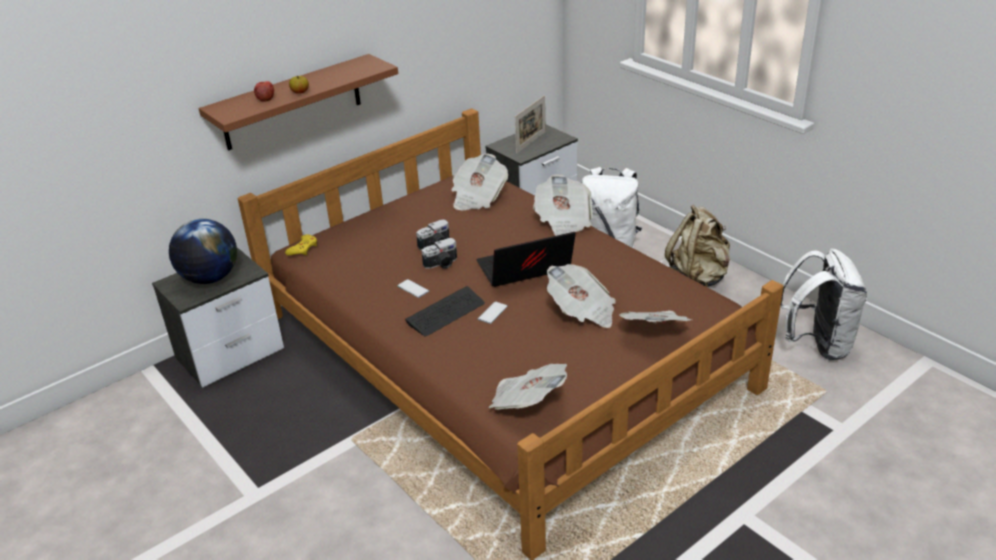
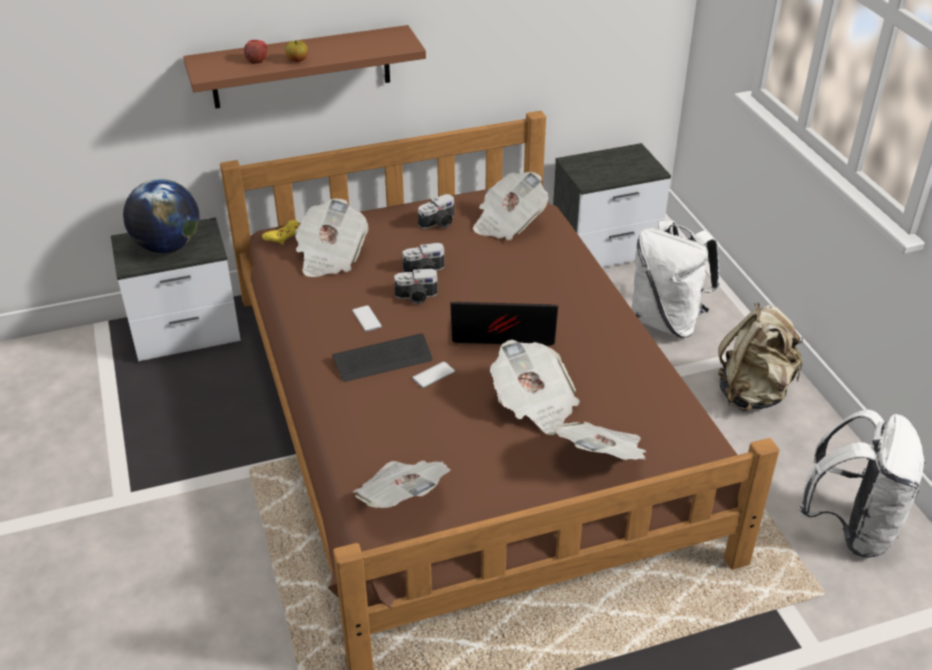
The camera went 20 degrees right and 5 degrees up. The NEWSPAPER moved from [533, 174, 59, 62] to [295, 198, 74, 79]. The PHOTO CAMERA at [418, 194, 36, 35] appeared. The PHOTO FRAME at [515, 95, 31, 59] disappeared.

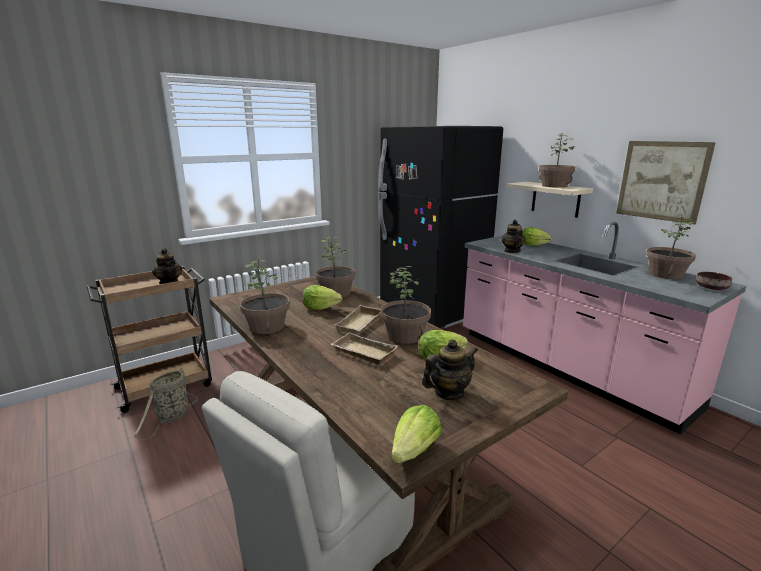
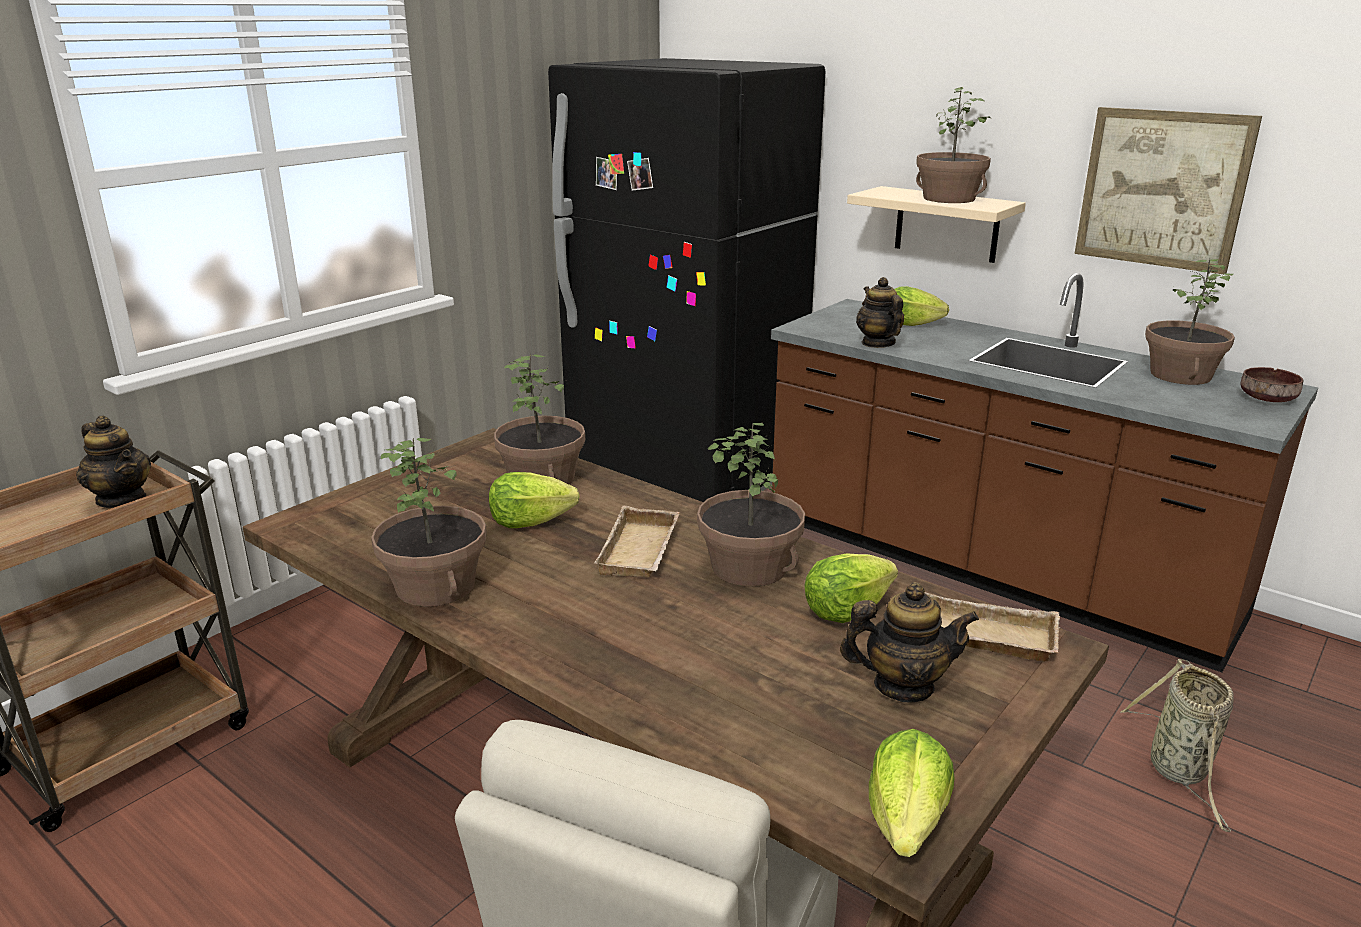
The camera went 15 degrees left and 5 degrees up. The PINK COUNTER at [463, 222, 283, 212] became the BROWNISH COUNTER at [771, 273, 548, 399]. The TEA POT at [422, 339, 56, 61] turned 45 degrees clockwise. The SAND-COLOURED CARRYING TRAY moved from [330, 332, 68, 33] to [925, 592, 135, 70]. The STORAGE BASKET moved from [134, 368, 63, 72] to [1120, 659, 114, 173].

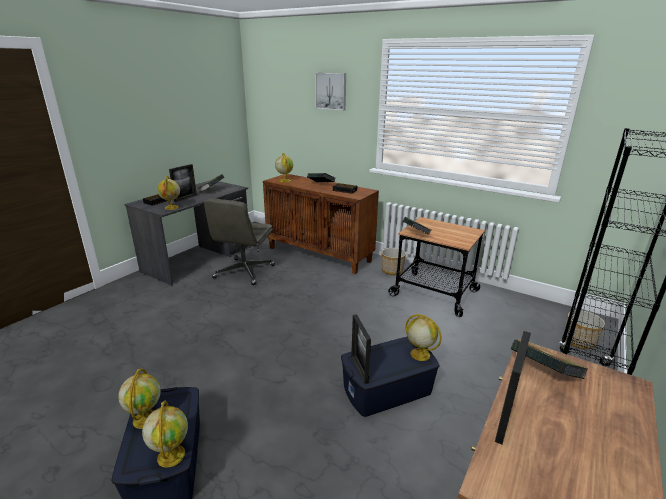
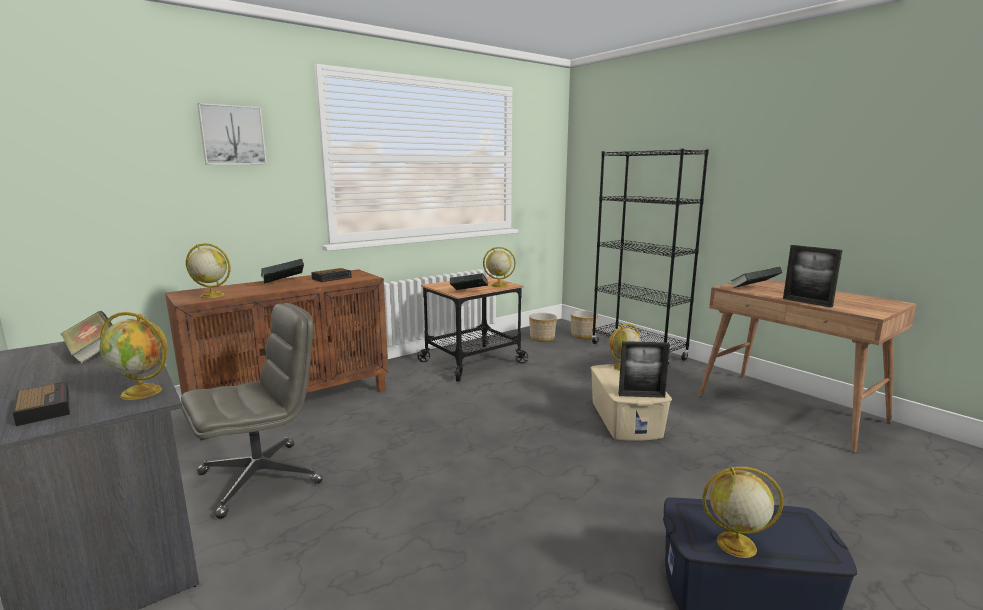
The camera went 70 degrees left and 10 degrees down. The GREYISH COMPUTER CHAIR at [204, 198, 71, 87] turned 75 degrees counterclockwise. The WORLD GLOBE moved from [142, 401, 46, 67] to [483, 247, 33, 40]. The FLOWER POT moved from [381, 248, 25, 27] to [529, 313, 28, 29]. The BLUE STORAGE CONTAINER at [341, 337, 98, 80] became the SAND-COLOURED STORAGE CONTAINER at [591, 364, 81, 77]. The PHOTO FRAME at [169, 164, 28, 38] disappeared.

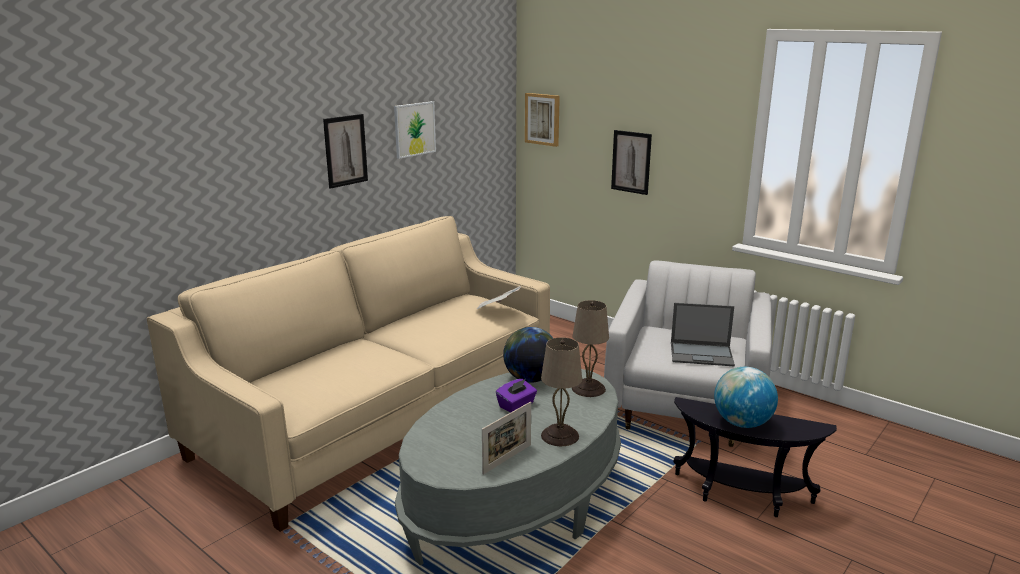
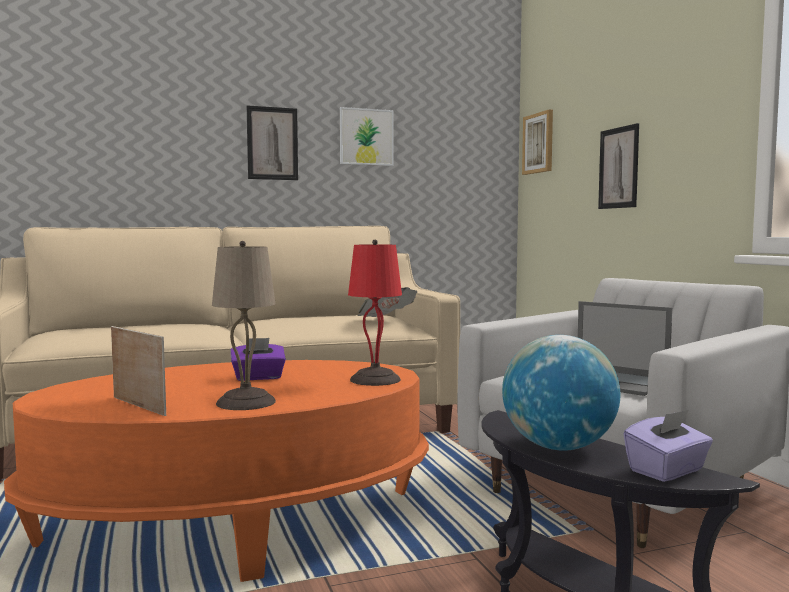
The camera went 30 degrees right and 15 degrees down. The GREYISH LOW TABLE at [395, 369, 226, 196] became the ORANGE LOW TABLE at [4, 360, 425, 222]. The PHOTO FRAME at [482, 401, 49, 74] turned 120 degrees counterclockwise. The SAND-COLOURED TABLE LAMP at [572, 300, 37, 97] became the RED-COLOURED TABLE LAMP at [348, 240, 54, 146]. The PURPLISH TISSUE BOX at [624, 410, 89, 72] appeared. The WORLD GLOBE at [503, 327, 50, 56] disappeared.

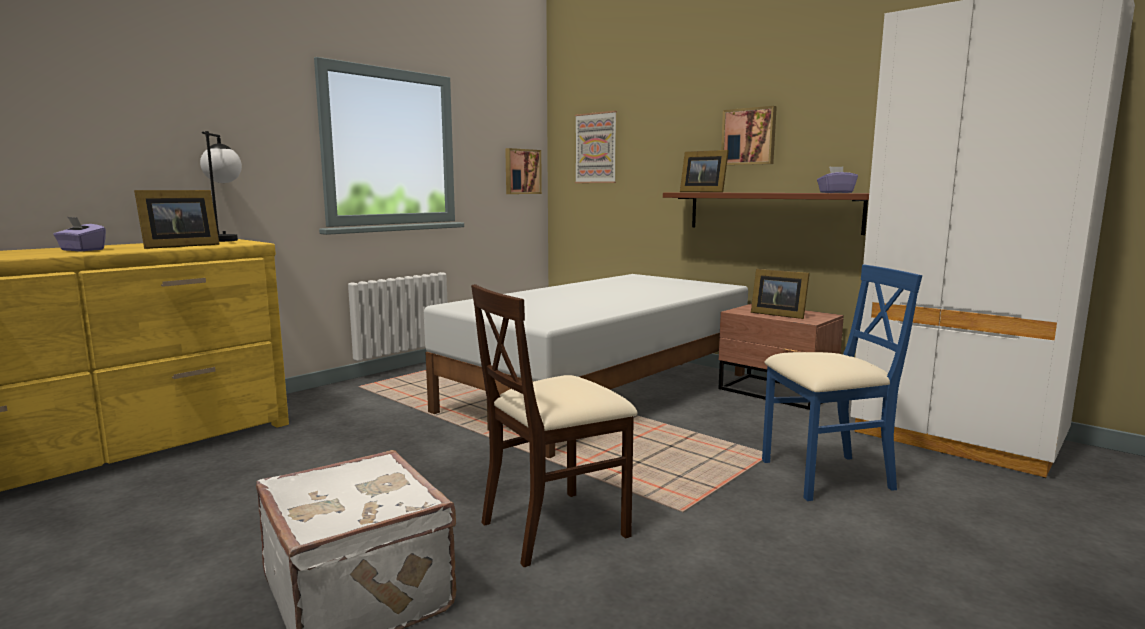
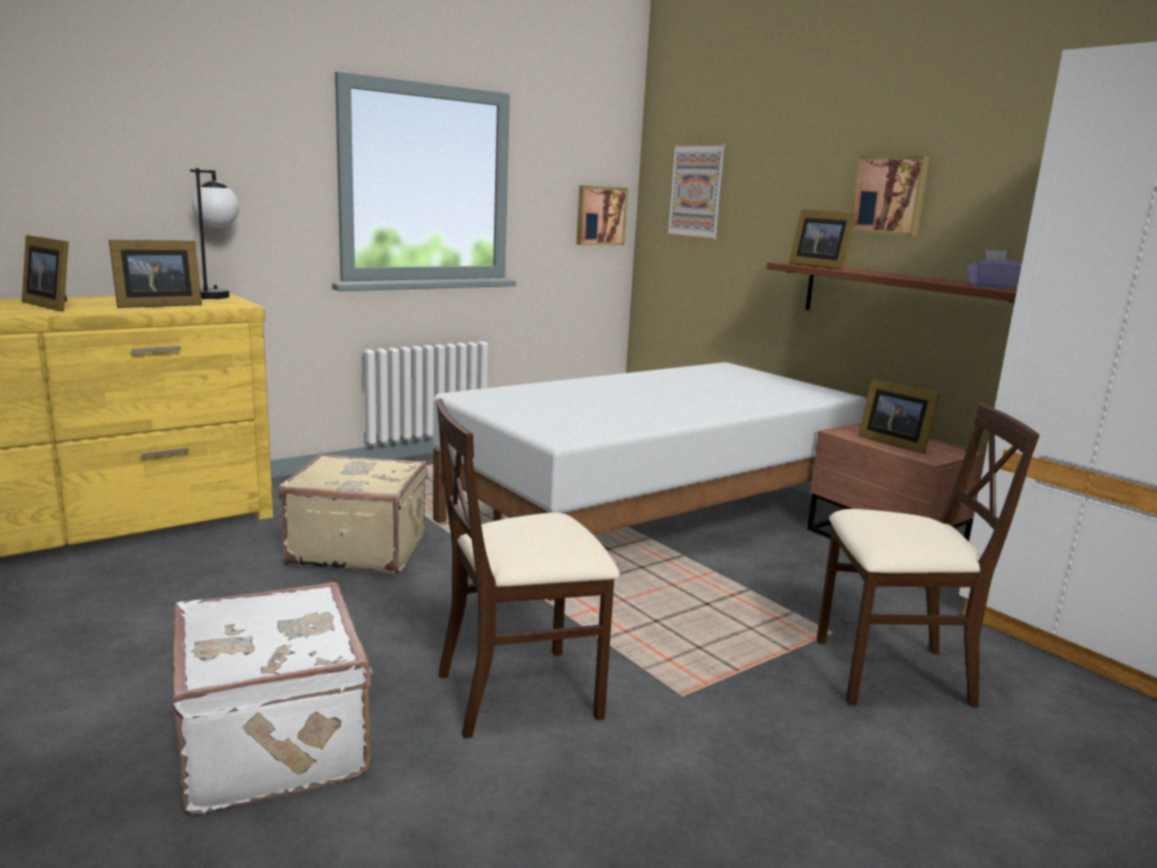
The camera went 10 degrees right and 5 degrees up. The PURPLISH TISSUE BOX at [53, 217, 53, 35] was replaced by the PHOTO FRAME at [22, 235, 47, 77]. The SAND-COLOURED PIECE OF LUGGAGE at [279, 454, 149, 119] appeared. The BLUE PLAIN CHAIR at [762, 264, 160, 237] became the SAND-COLOURED PLAIN CHAIR at [817, 403, 223, 305].

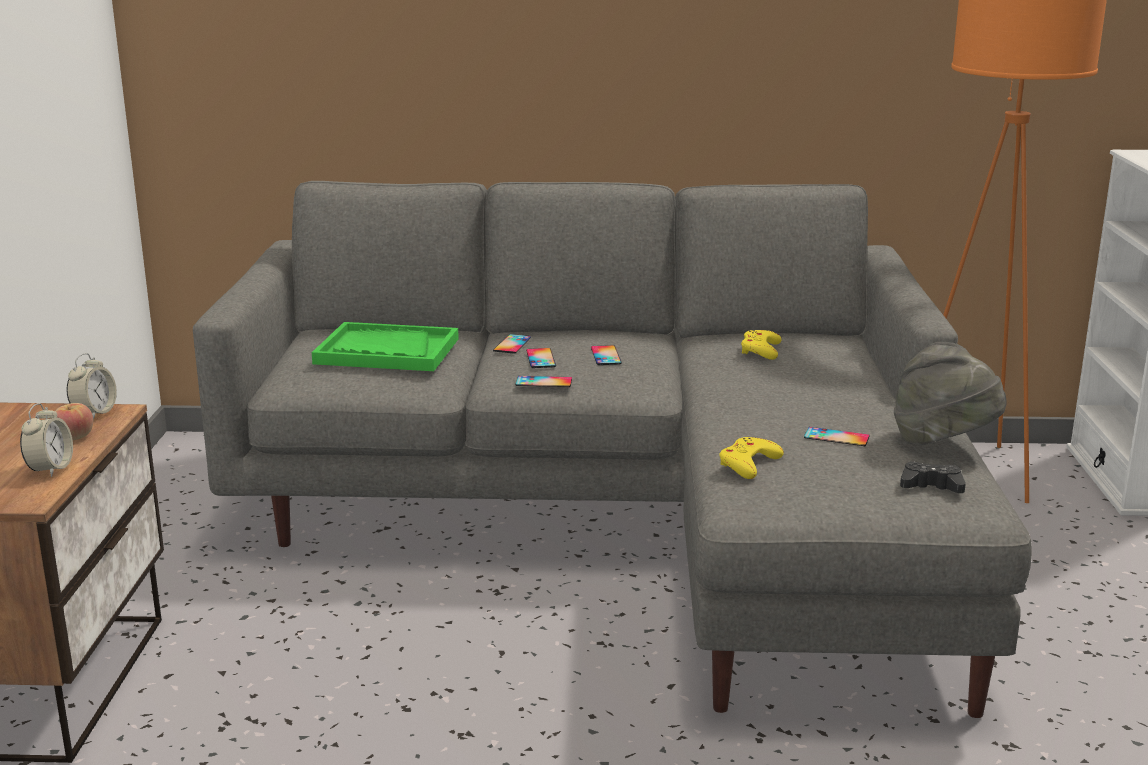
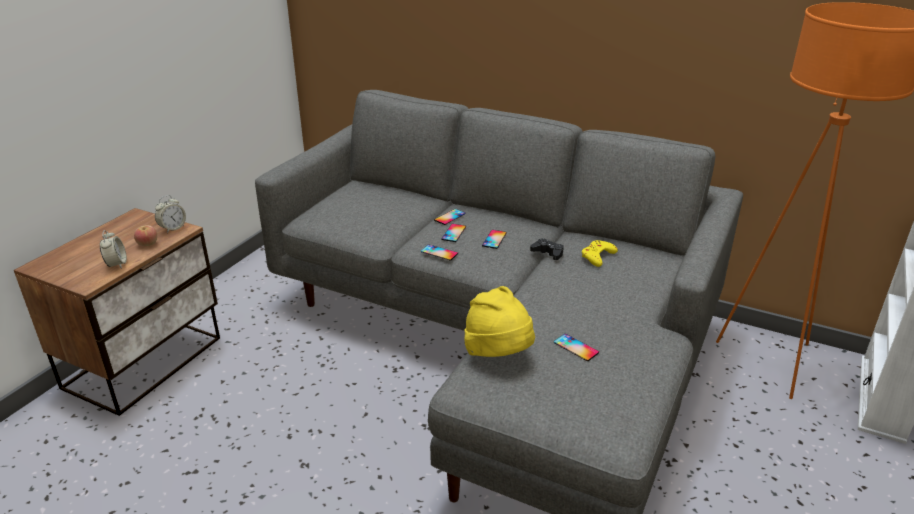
The camera went 25 degrees right and 10 degrees up. The ALARM CLOCK at [20, 403, 53, 74] turned 45 degrees counterclockwise. The YELLOW-COLOURED GAMEPAD at [719, 437, 65, 42] was replaced by the YELLOW-COLOURED WEARABLE HAT at [464, 286, 71, 71]. The BLACK GAMEPAD moved from [900, 461, 66, 32] to [530, 238, 34, 22]. The GREEN CARRYING TRAY at [312, 322, 147, 49] disappeared. The GREYISH WEARABLE HAT at [894, 342, 113, 103] disappeared.

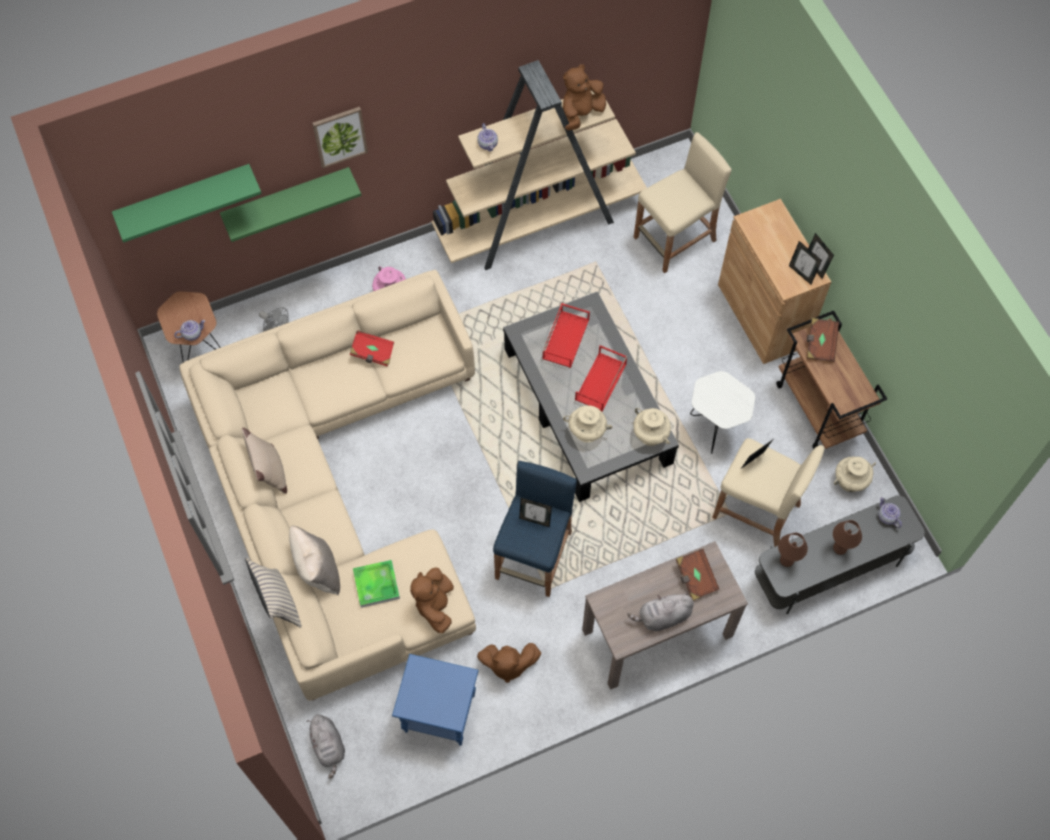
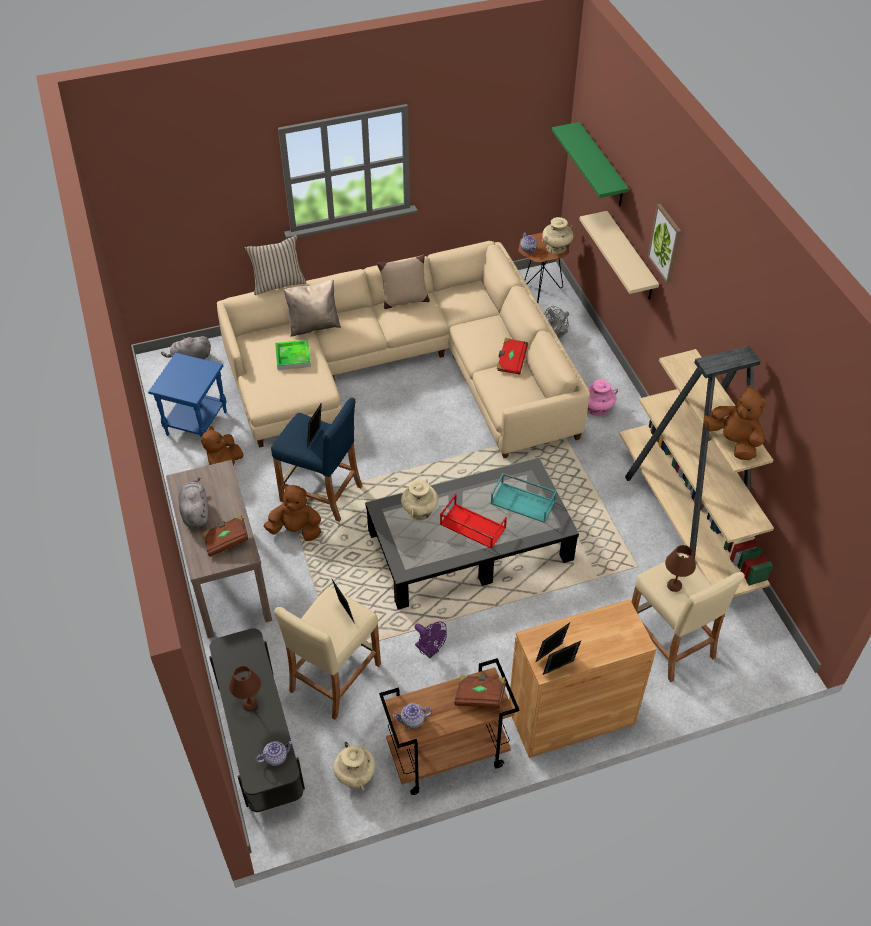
The camera went 95 degrees right and 15 degrees down. The BROWNISH SOFT TOY moved from [410, 568, 44, 65] to [264, 484, 57, 57]. The TEA POT moved from [477, 123, 21, 29] to [393, 703, 40, 26]. The WHITISH ACCENT TABLE at [690, 371, 65, 83] was replaced by the PURPLISH COOLING FAN at [415, 621, 32, 37]. The RED-COLOURED CARRYING TRAY at [542, 303, 48, 65] became the BLUE-GREEN CARRYING TRAY at [491, 473, 66, 50]. The SAND-COLOURED DECORATIVE VASE moved from [633, 408, 38, 38] to [542, 217, 31, 37]. The GREEN SHELF at [220, 167, 141, 75] became the SAND-COLOURED SHELF at [579, 211, 80, 89]. The BROWNISH TABLE LAMP moved from [778, 533, 30, 34] to [665, 545, 31, 47].

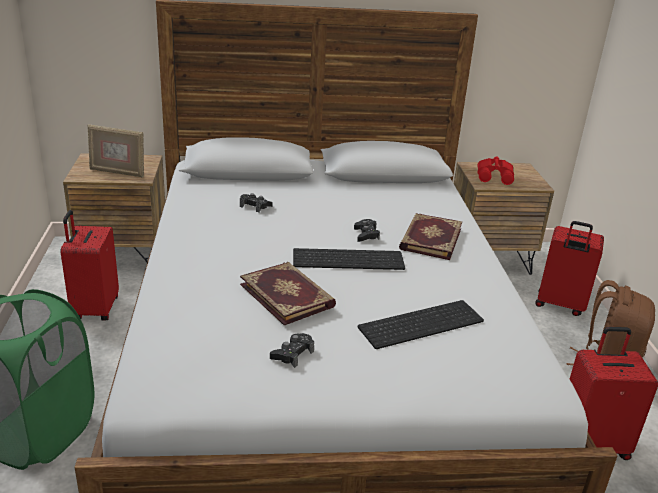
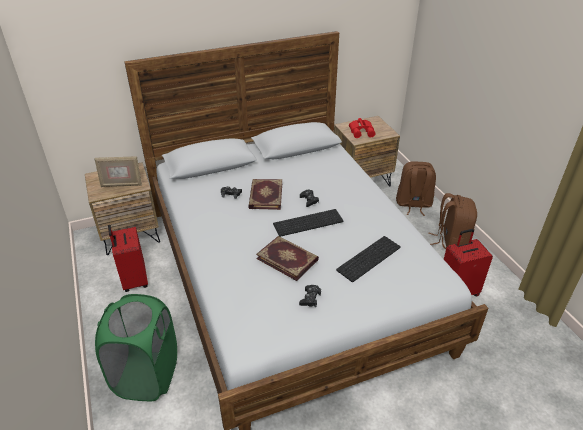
The camera went 15 degrees left and 10 degrees up. The VOLUME moved from [399, 213, 63, 47] to [248, 179, 34, 31]. The RED-COLOURED PIECE OF LUGGAGE at [535, 221, 69, 95] was replaced by the BROWNISH RUCKSACK at [396, 161, 40, 55].

